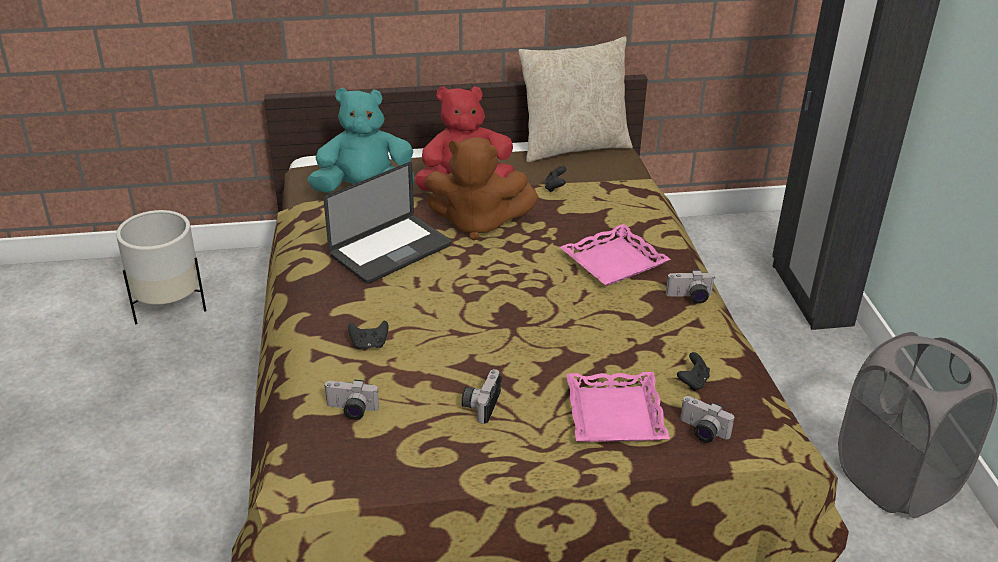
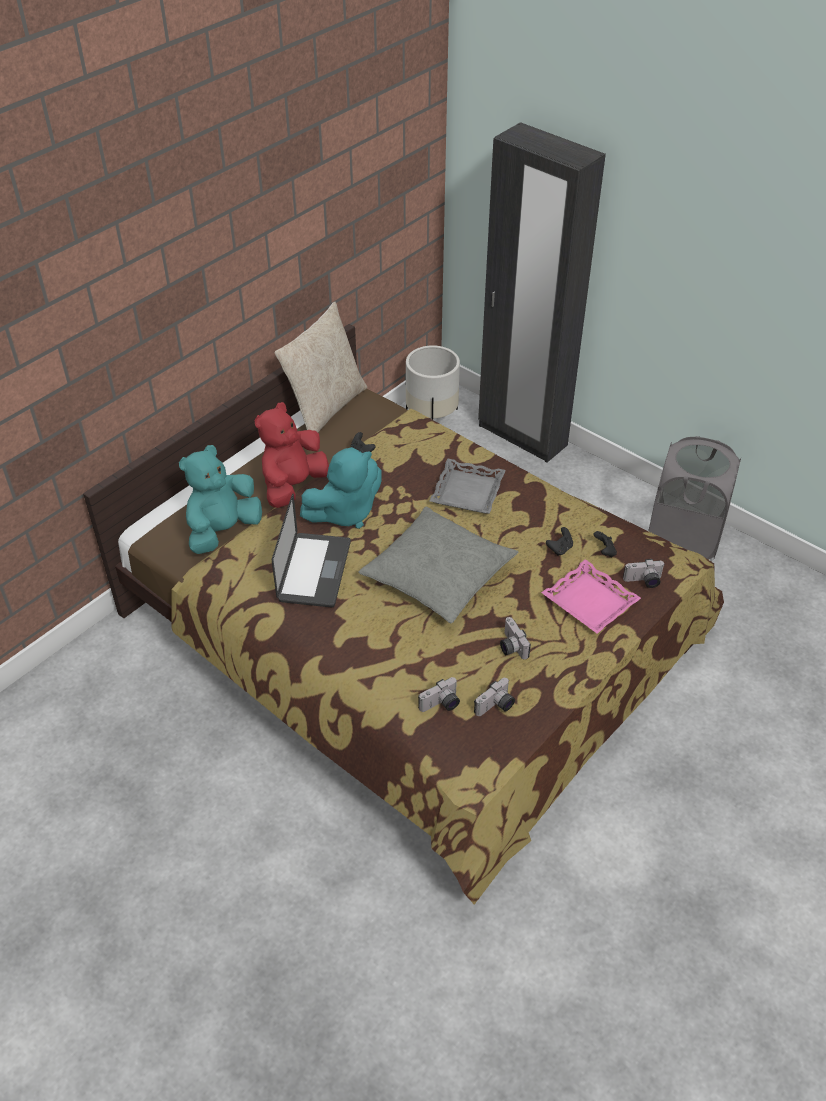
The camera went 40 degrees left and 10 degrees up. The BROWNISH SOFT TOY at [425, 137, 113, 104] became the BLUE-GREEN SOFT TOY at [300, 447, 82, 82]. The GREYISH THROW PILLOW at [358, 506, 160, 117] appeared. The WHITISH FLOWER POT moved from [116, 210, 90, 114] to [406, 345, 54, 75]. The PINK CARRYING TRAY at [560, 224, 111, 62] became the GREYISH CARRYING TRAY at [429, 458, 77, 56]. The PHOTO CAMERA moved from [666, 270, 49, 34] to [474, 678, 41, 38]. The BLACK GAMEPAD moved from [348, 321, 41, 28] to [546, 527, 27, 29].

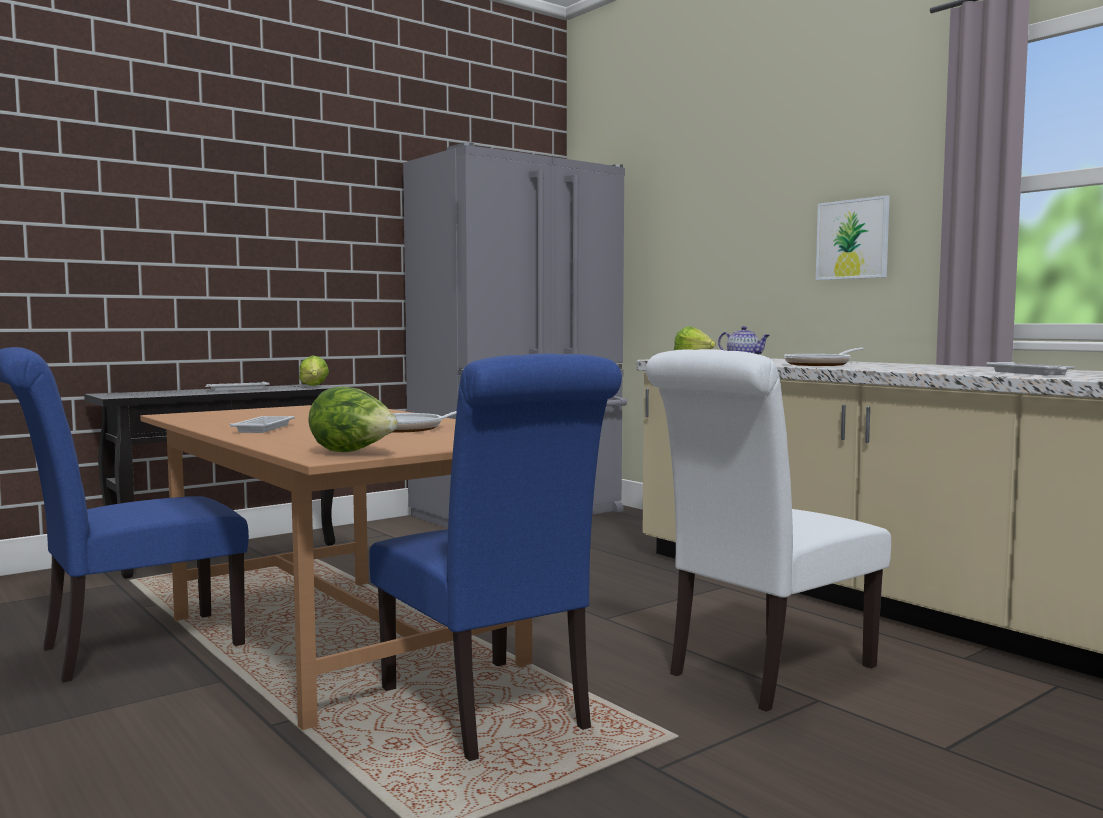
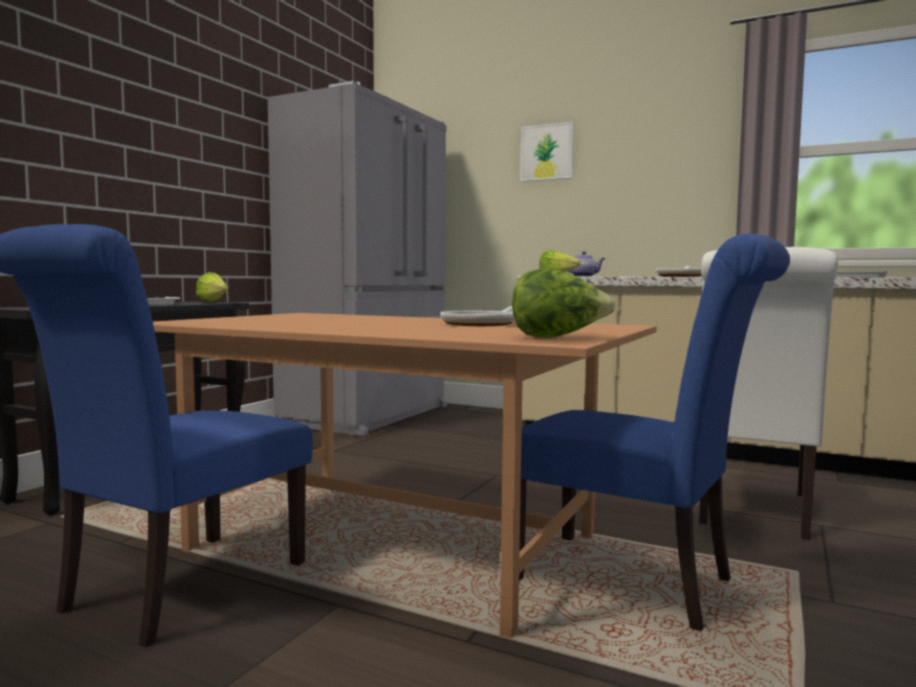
The camera went 25 degrees left and 0 degrees up. The PICTURE moved from [816, 195, 74, 85] to [520, 122, 54, 60]. The WHITISH CARRYING TRAY at [230, 416, 65, 17] disappeared.

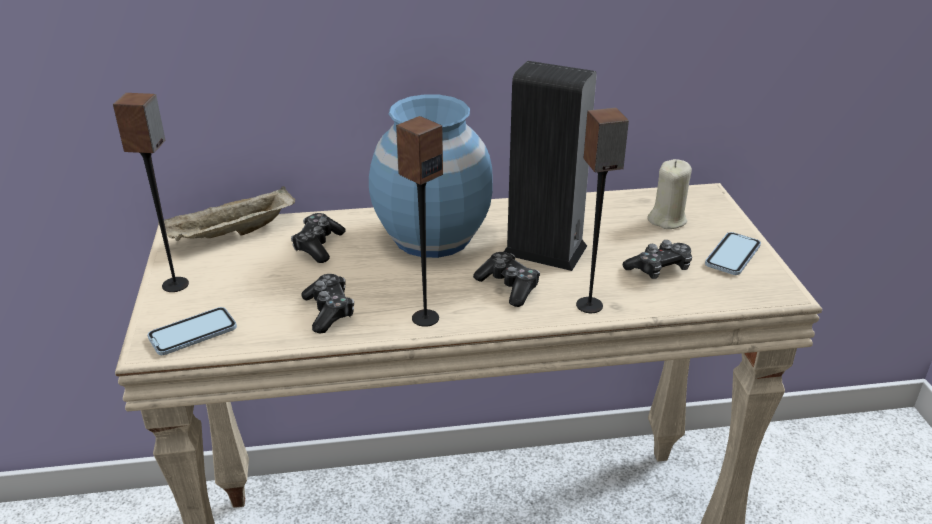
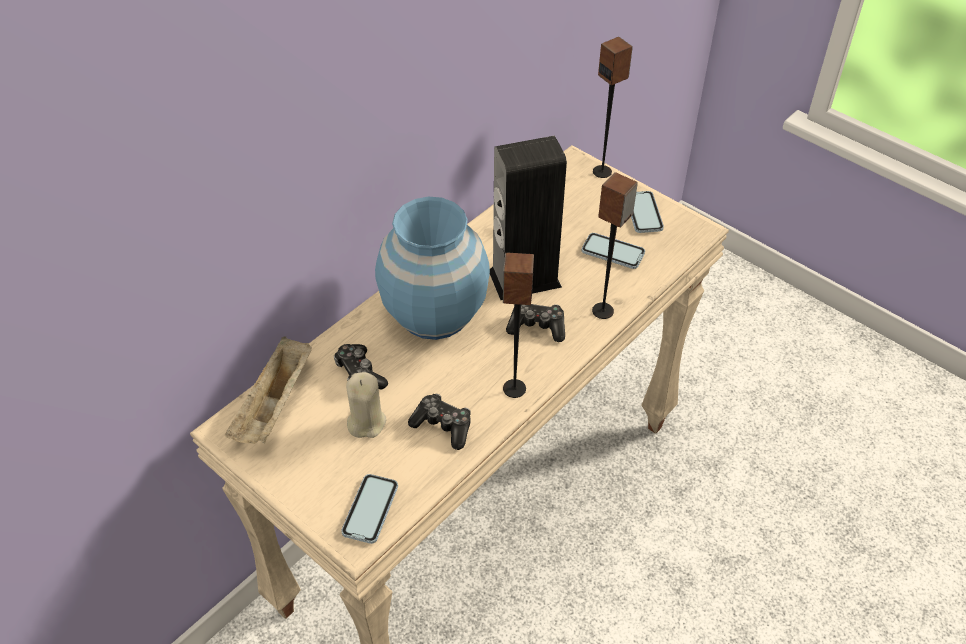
The camera went 40 degrees left and 15 degrees up. The SAND-COLOURED WAX LIGHT moved from [647, 159, 45, 70] to [346, 372, 40, 66]. The GAMEPAD at [623, 240, 69, 39] was replaced by the TELEPHONE at [582, 233, 63, 36]. The LOUDSPEAKER moved from [113, 93, 76, 199] to [593, 37, 40, 141].

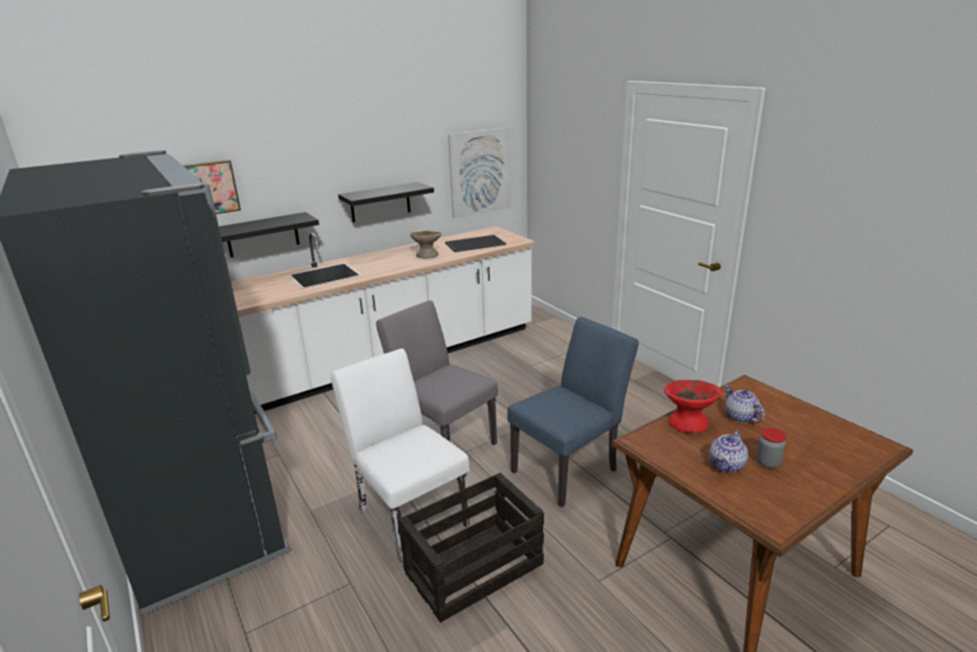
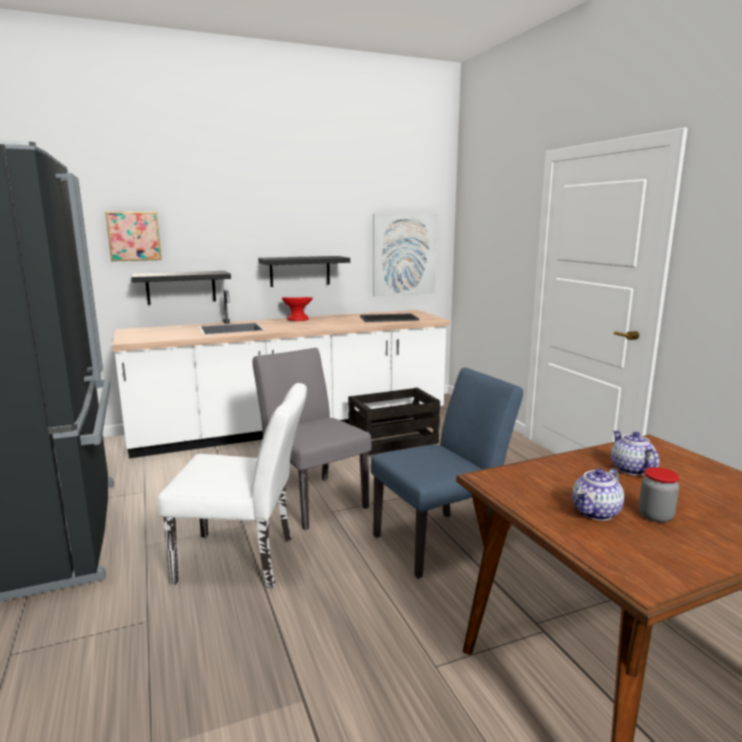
The camera went 10 degrees right and 10 degrees down. The WHITISH PLAIN CHAIR at [331, 348, 139, 215] turned 120 degrees clockwise. The RED-COLOURED DEEP DISH moved from [664, 380, 58, 53] to [282, 297, 31, 24]. The PACKING CRATE moved from [398, 473, 146, 150] to [348, 387, 92, 68]. The SAND-COLOURED DEEP DISH at [410, 231, 32, 28] disappeared.

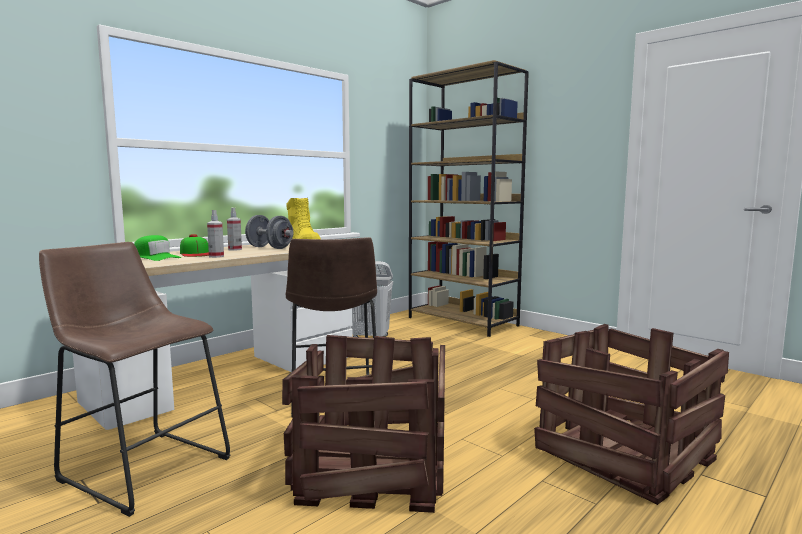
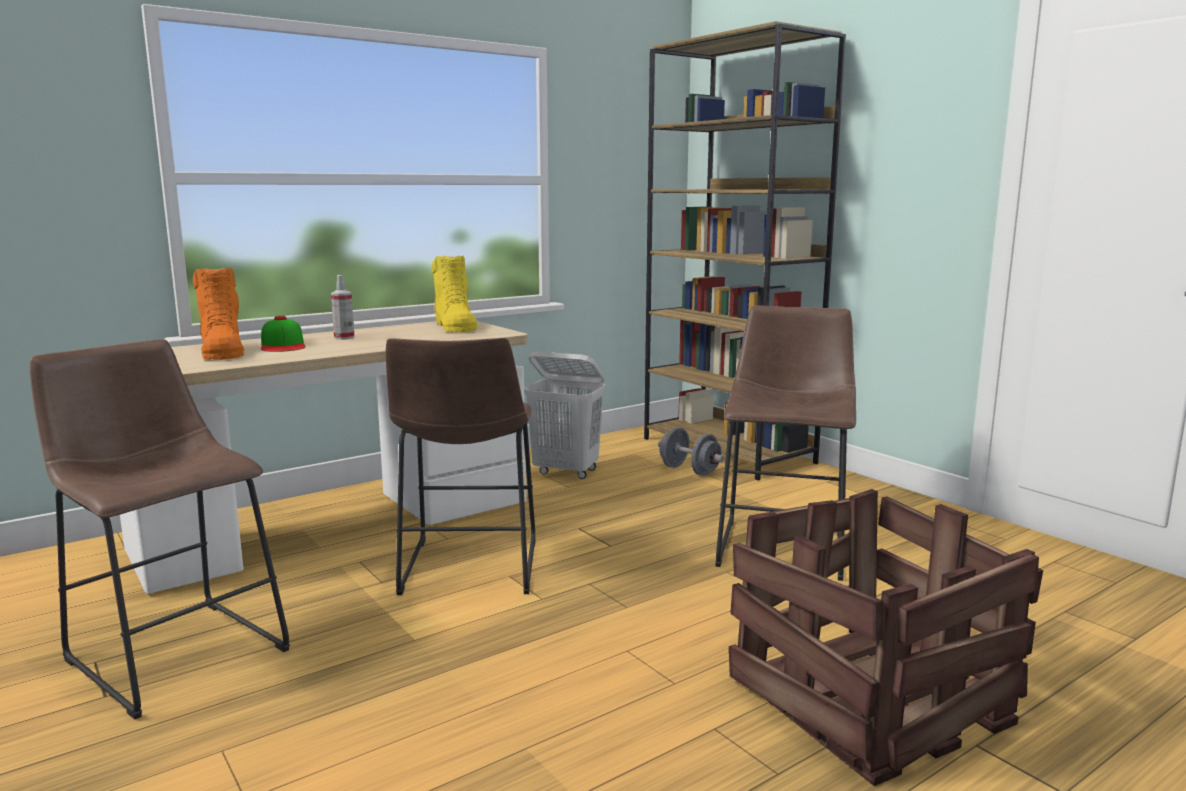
The camera went 10 degrees right and 5 degrees up. The GREEN BASEBALL CAP at [134, 235, 48, 26] was replaced by the ORANGE HIGH-TOP BOOT at [193, 268, 51, 92]. The GREYISH HAND WEIGHT moved from [245, 215, 49, 34] to [658, 427, 66, 49]. The BROWNISH SITTING STOOL at [715, 305, 141, 276] appeared. The SPRAYER at [207, 210, 17, 48] disappeared. The PACKING CRATE at [282, 335, 163, 178] disappeared.

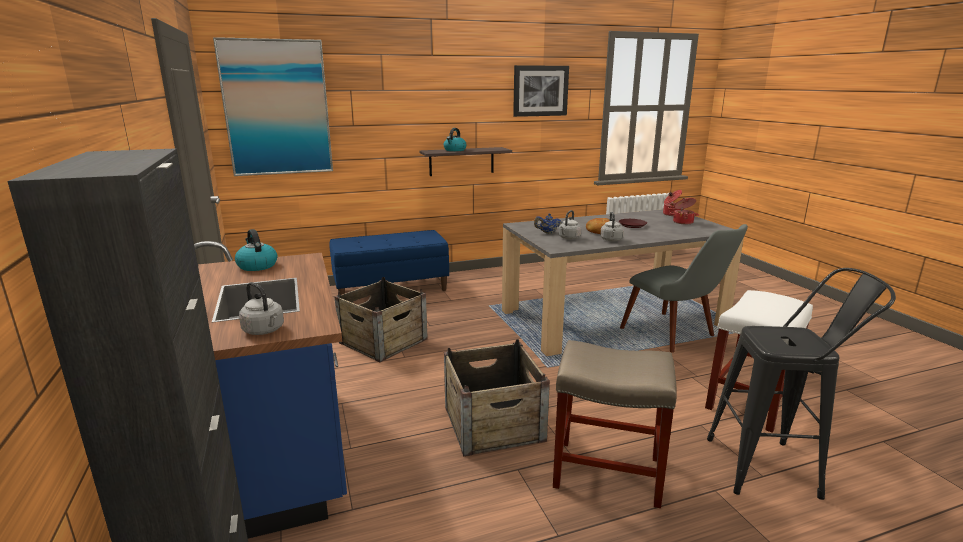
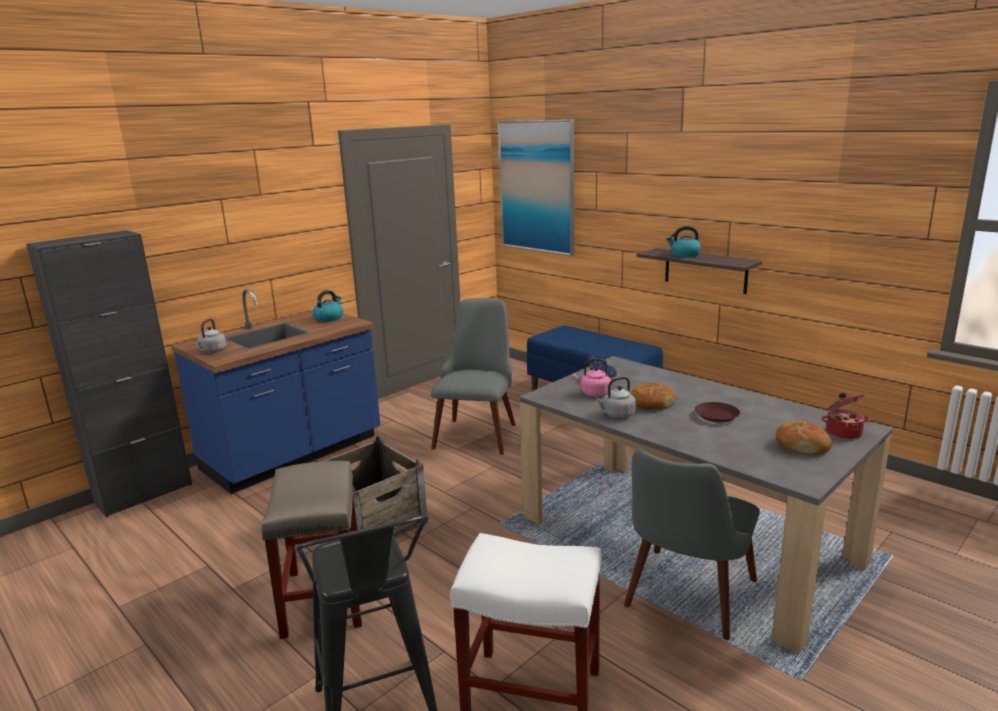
The camera went 65 degrees right and 0 degrees up. The PACKING CRATE at [334, 277, 94, 85] was replaced by the GREYISH PLAIN CHAIR at [431, 298, 85, 157]. The GREYISH KETTLE at [559, 210, 23, 30] became the PINK KETTLE at [572, 359, 39, 38]. The STOCKPOT at [670, 198, 29, 27] was replaced by the BREAD at [776, 421, 56, 34]. The PICTURE at [513, 65, 56, 52] disappeared.

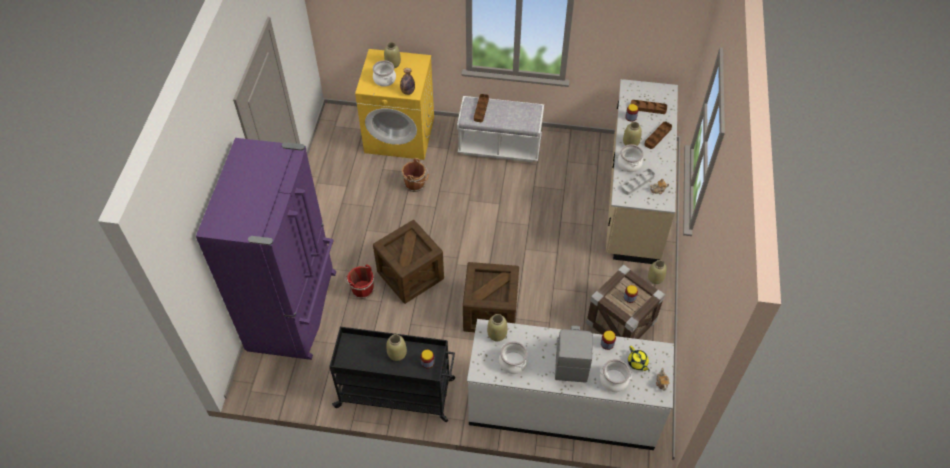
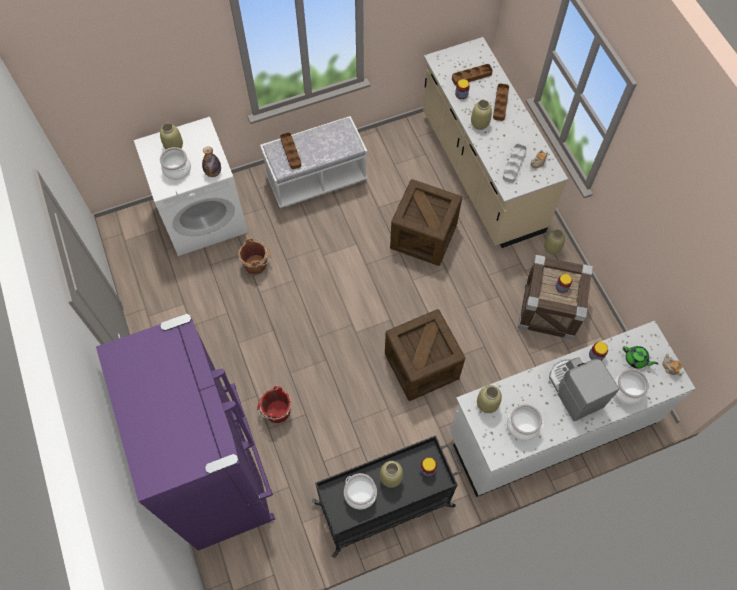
The camera went 30 degrees left and 10 degrees up. The YELLOW-COLOURED LAUNDRY MACHINE at [355, 49, 79, 111] became the WHITISH LAUNDRY MACHINE at [134, 117, 114, 139]. The STOCKPOT moved from [618, 144, 26, 28] to [344, 473, 33, 37]. The PACKING CRATE moved from [373, 220, 71, 84] to [390, 179, 72, 87]. The YELLOW-COLOURED TEA POT at [628, 346, 22, 25] became the GREEN TEA POT at [623, 346, 35, 23].

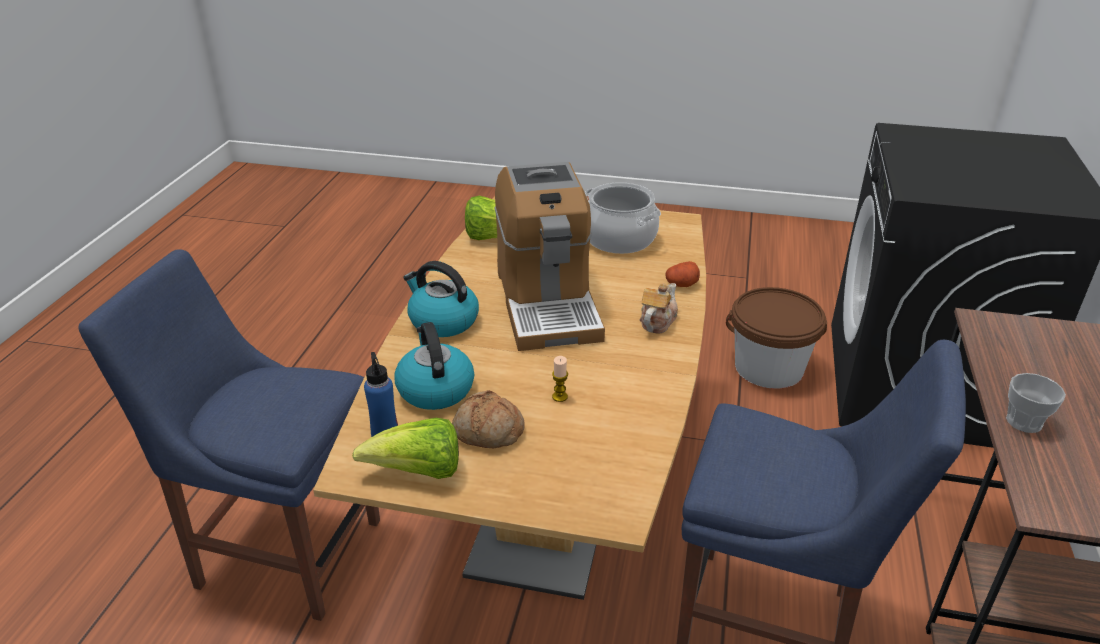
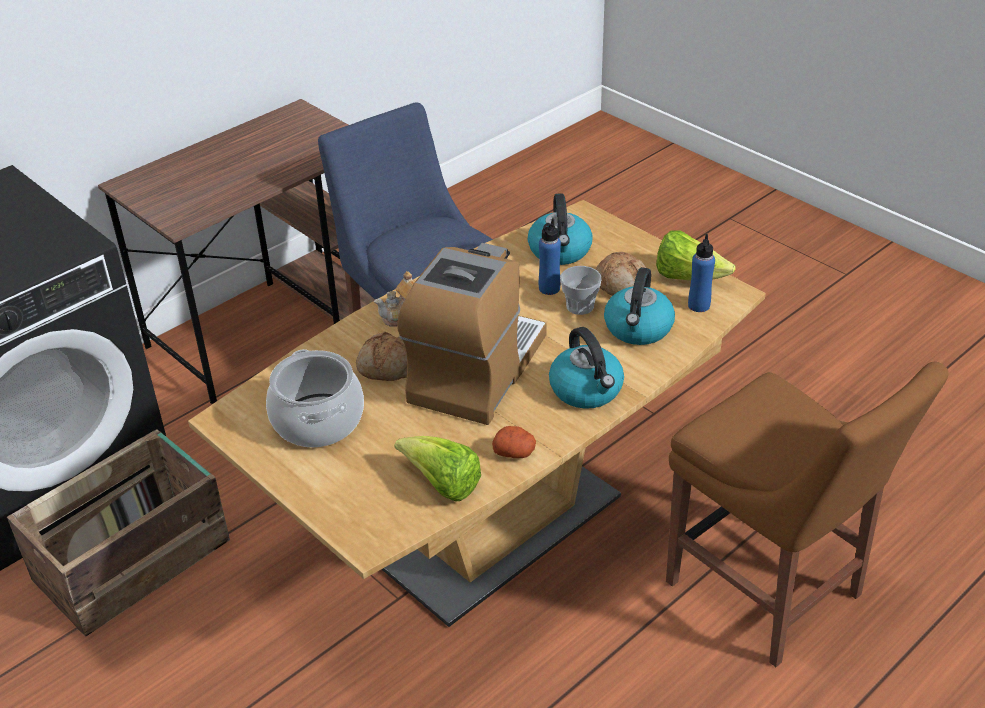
The camera went 145 degrees left and 5 degrees up. The BROWNISH BUCKET at [726, 287, 101, 102] was replaced by the PACKING CRATE at [7, 429, 223, 208]. The BREAD at [356, 332, 51, 49] appeared. The SPUD moved from [665, 261, 35, 26] to [492, 426, 44, 32]. The KETTLE at [528, 193, 64, 72] appeared. The WAX LIGHT at [552, 356, 16, 46] was replaced by the BLUE BEVERAGE BOTTLE at [539, 218, 22, 77]. The SMALL CUP moved from [1006, 373, 60, 60] to [560, 266, 42, 49]. The BLUE PLAIN CHAIR at [78, 249, 302, 372] became the BROWNISH PLAIN CHAIR at [666, 362, 283, 305].

